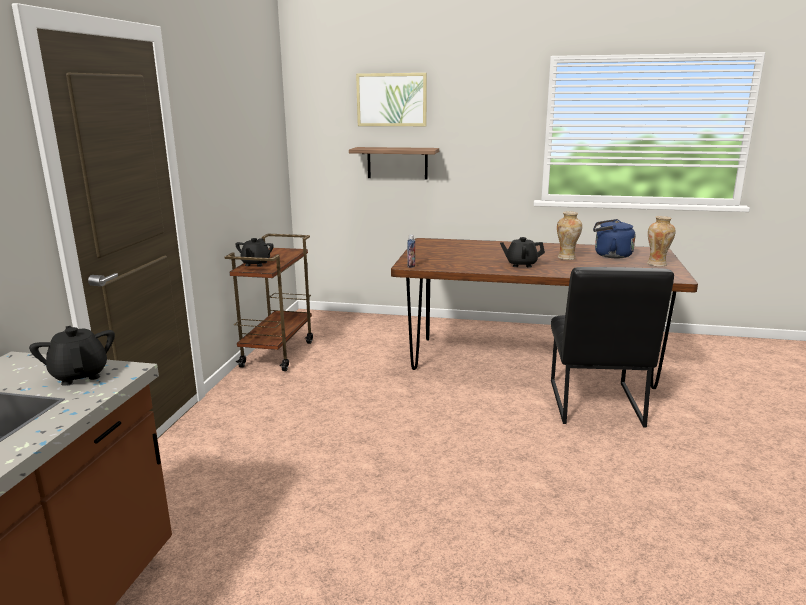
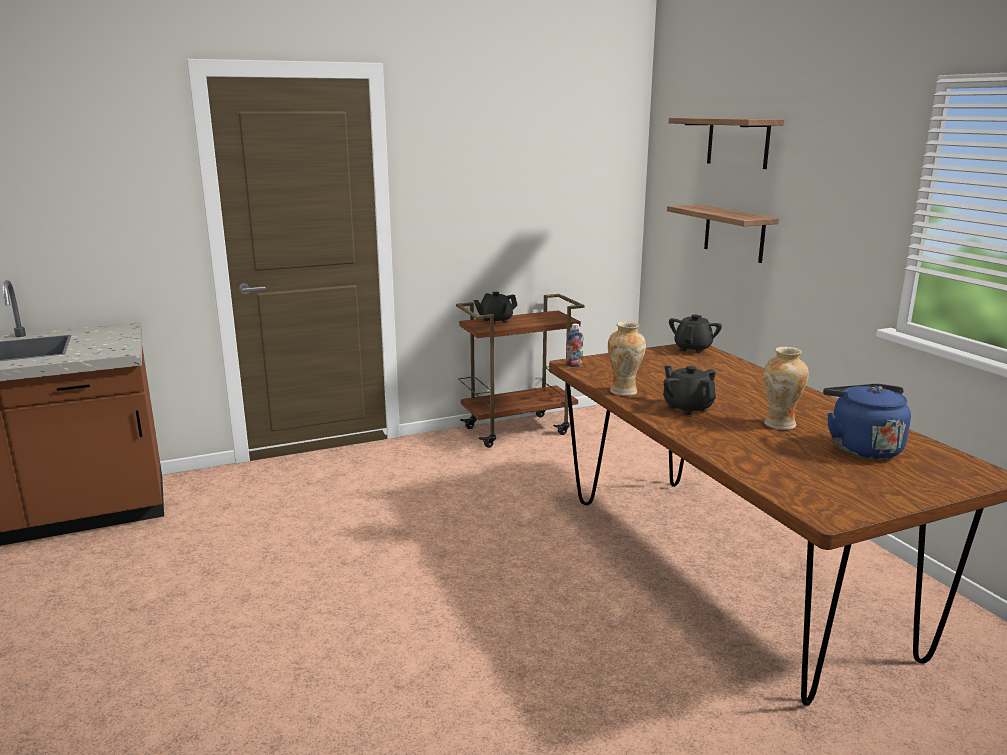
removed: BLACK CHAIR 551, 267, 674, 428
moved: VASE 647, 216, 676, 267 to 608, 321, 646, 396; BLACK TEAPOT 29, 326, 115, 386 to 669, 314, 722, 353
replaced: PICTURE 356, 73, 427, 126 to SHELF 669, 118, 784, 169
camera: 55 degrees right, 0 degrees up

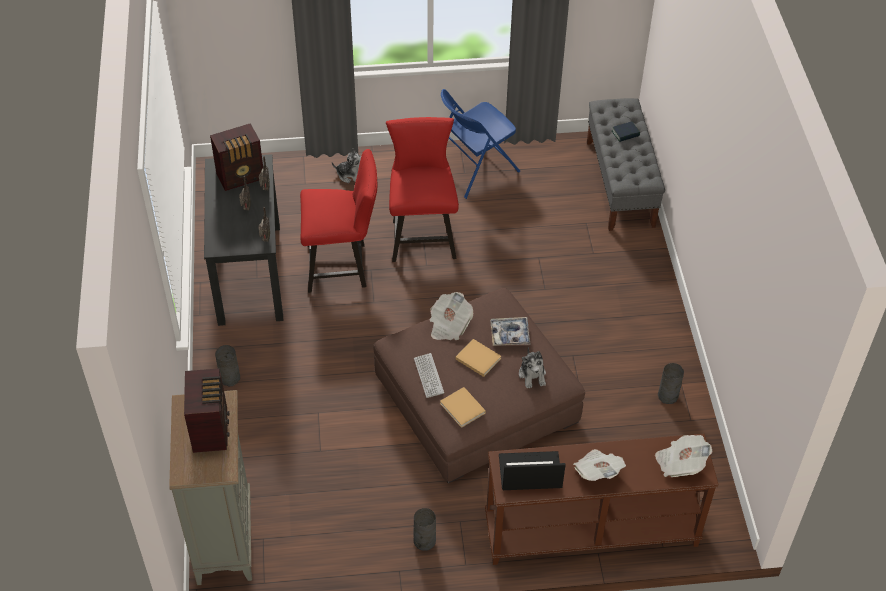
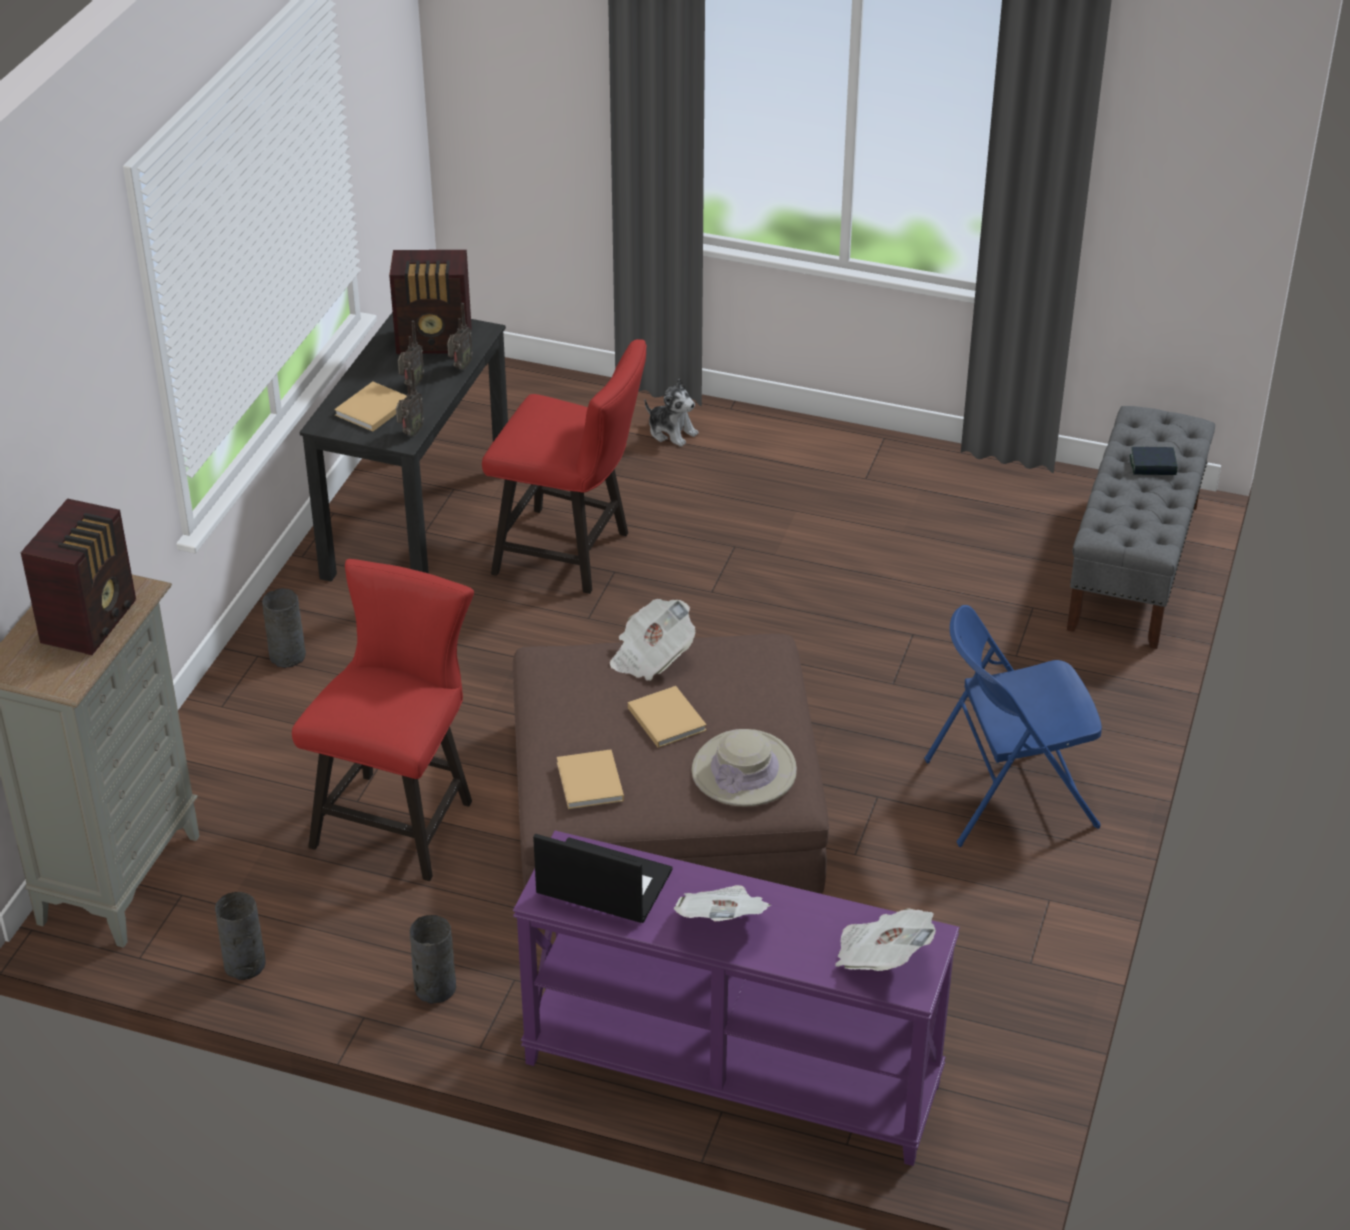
removed: TRAY 490, 317, 531, 346; KEYBOARD 414, 353, 444, 398
added: BEIGE BOOK 334, 382, 407, 431
moved: BLUE CHAIR 441, 89, 520, 199 to 924, 605, 1102, 847; RED CHAIR 386, 117, 459, 262 to 292, 559, 474, 881; GREY VASE 658, 363, 684, 404 to 215, 892, 266, 980
replaced: PLUSH TOY 519, 347, 546, 389 to BEIGE HAT 691, 729, 797, 807
recoloured: BROWN CONSOLE TABLE 485, 434, 719, 565 to PURPLE CONSOLE TABLE 513, 831, 960, 1166
camera: 25 degrees right, 10 degrees down

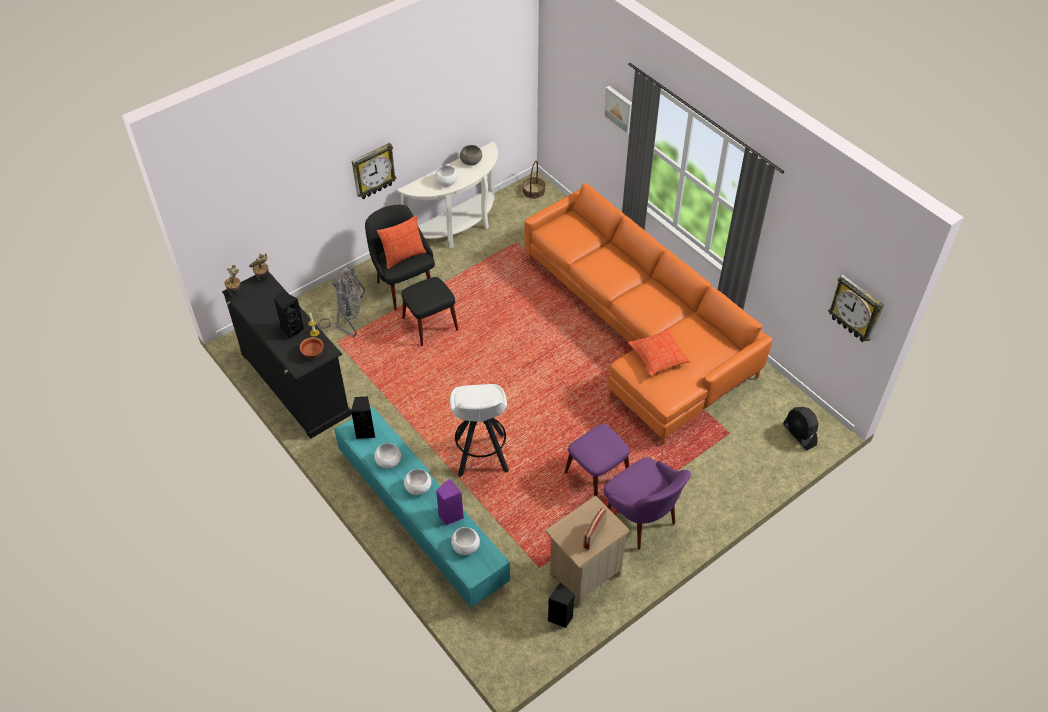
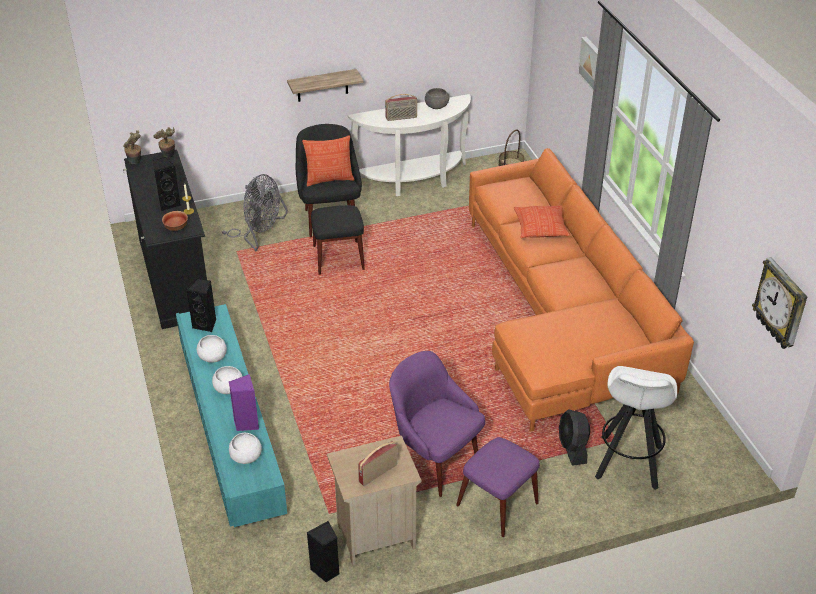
moved: ORANGE PILLOW 628, 328, 691, 377 to 514, 205, 570, 238; WHITE STOOL 450, 384, 509, 477 to 595, 366, 677, 490; BLACK FAN 783, 407, 819, 450 to 559, 409, 590, 466
replaced: WALL CLOCK 352, 143, 397, 199 to SHELF 287, 69, 363, 102; WHITE BOWL 435, 165, 458, 186 to RADIO 385, 94, 417, 121
turned: PURPLE ARMCHAIR 565, 423, 691, 550 = 389, 351, 540, 537 150 degrees clockwise
camera: 20 degrees right, 10 degrees down

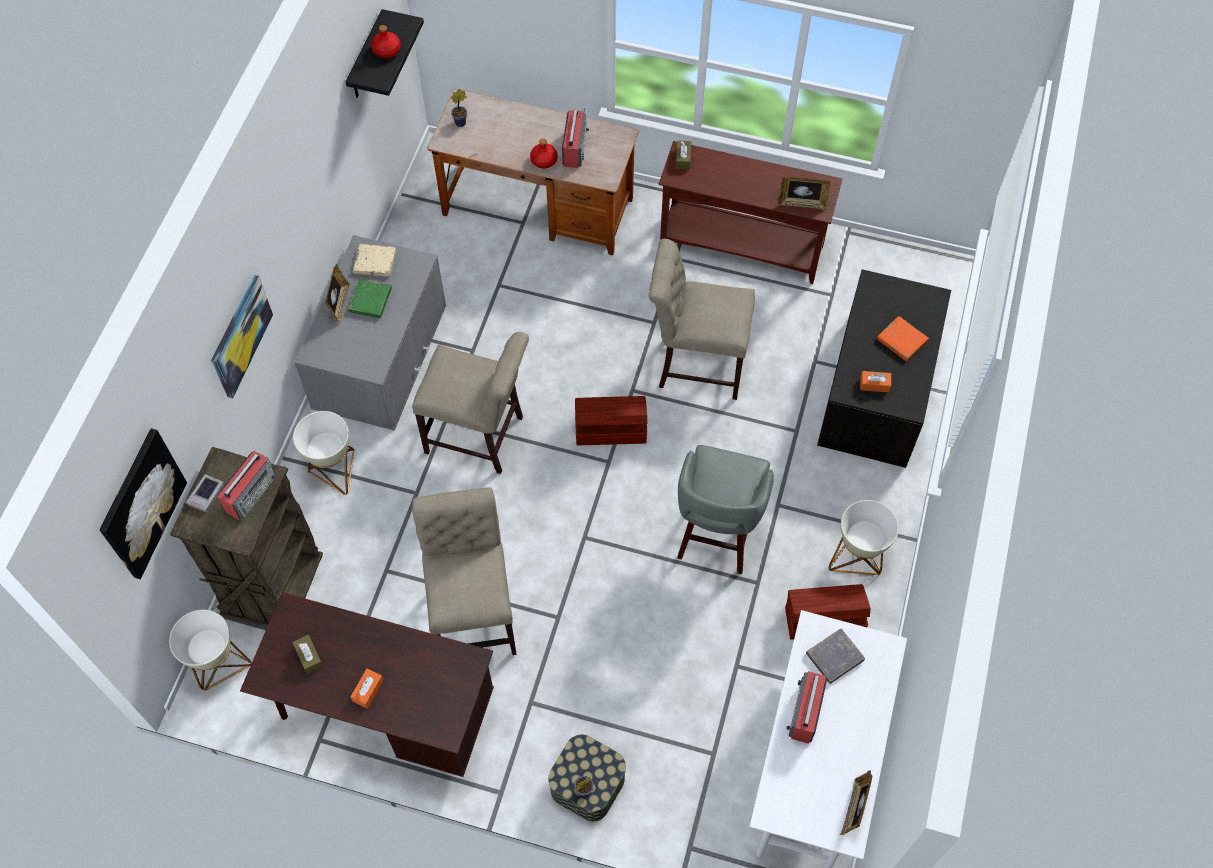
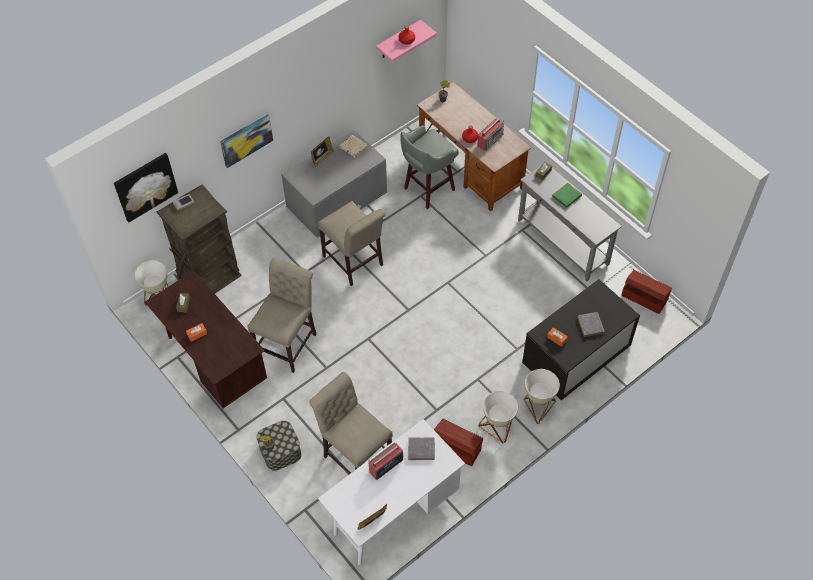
removed: PICTURE FRAME 779, 177, 830, 210; RADIO 217, 451, 276, 520
moved: BEIGE CHAIR 649, 239, 755, 400 to 309, 372, 393, 474; GREEN BOOK 348, 279, 392, 318 to 552, 183, 582, 208; BROWN STORAGE BOX 575, 396, 647, 445 to 621, 270, 672, 314; PLANTER 293, 411, 355, 495 to 524, 369, 560, 424; GREY STOOL 677, 445, 774, 574 to 400, 125, 458, 209
recoloured: BLACK SHELF 346, 9, 424, 98 to PINK SHELF 376, 20, 437, 62; BROWN CONSOLE TABLE 659, 141, 843, 284 to GREY CONSOLE TABLE 518, 164, 622, 282; ORANGE BOOK 877, 316, 929, 361 to GREY BOOK 577, 312, 605, 337
camera: 35 degrees right, 5 degrees down

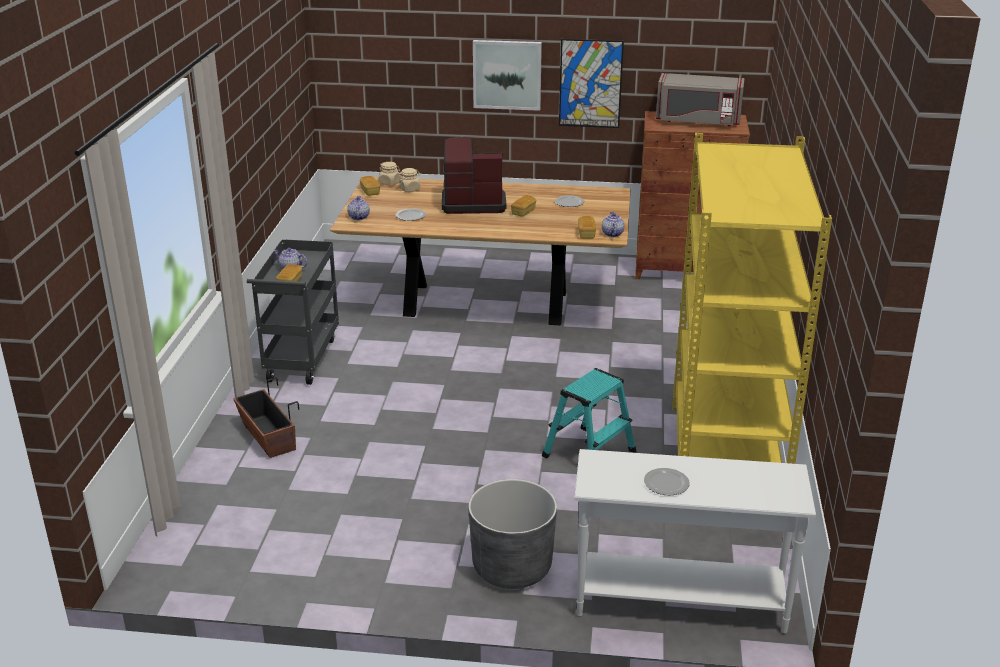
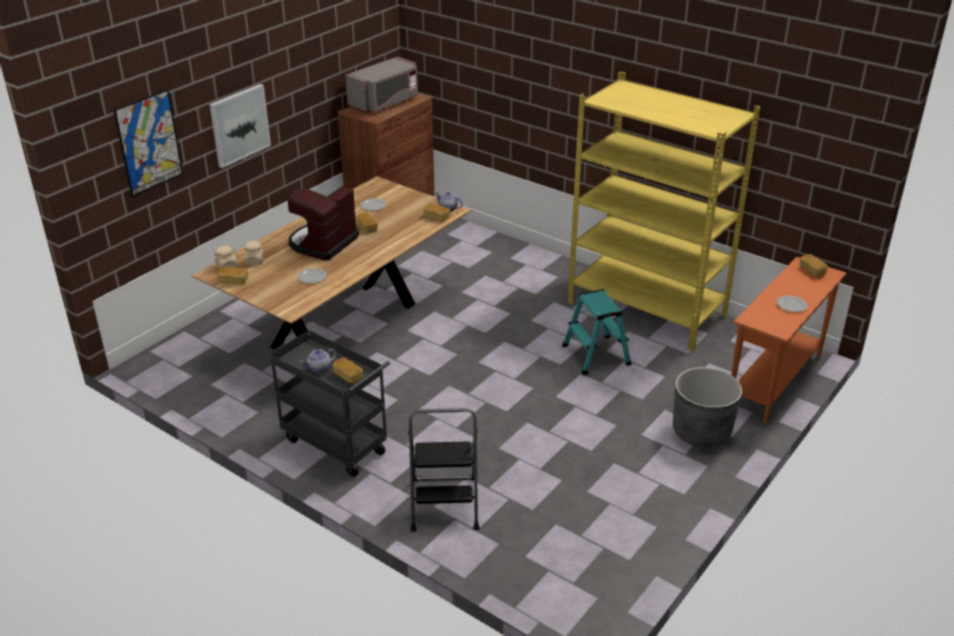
removed: TEAPOT 347, 196, 370, 220
added: BREAD 800, 254, 828, 277
moved: PICTURE 559, 39, 624, 128 to 113, 89, 183, 197
replaced: PLANTER 233, 377, 299, 458 to BLACK STEP LADDER 408, 408, 480, 532
recoloured: WHITE CONSOLE TABLE 574, 449, 816, 634 to ORANGE CONSOLE TABLE 731, 257, 846, 423
camera: 60 degrees left, 5 degrees up

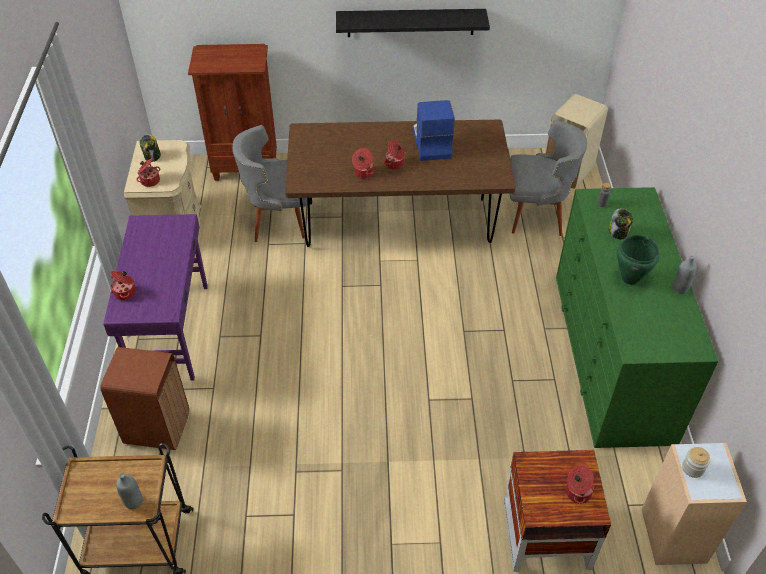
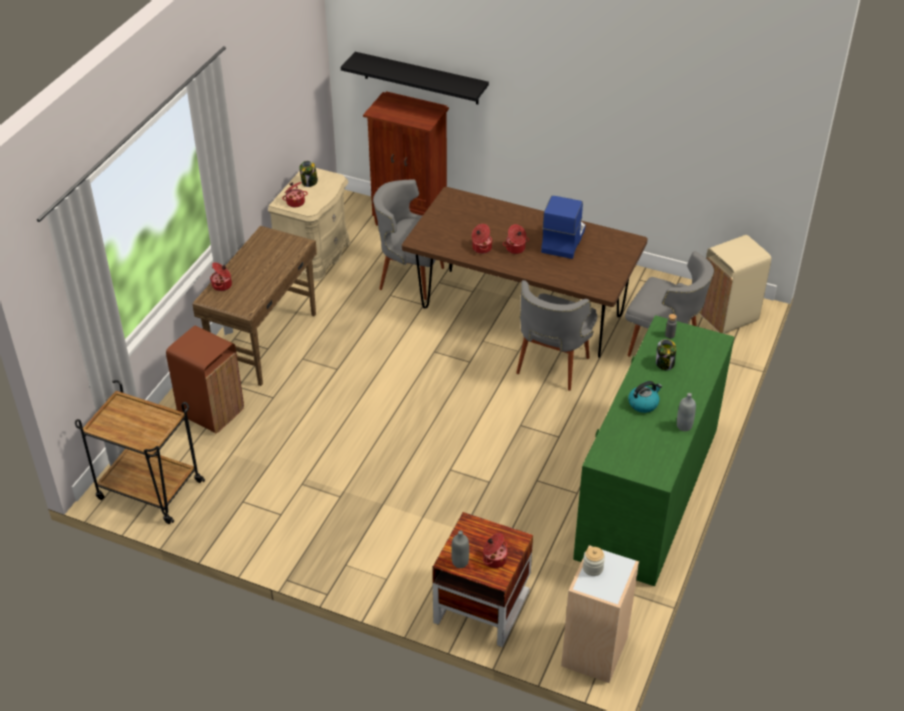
added: GREY CHAIR 516, 280, 597, 391
moved: BLACK SHELF 336, 9, 490, 37 to 341, 52, 489, 104; GREY BOTTLE 116, 473, 143, 509 to 451, 531, 469, 568
replaced: GREEN COOKING POT 617, 235, 659, 285 to KETTLE 628, 381, 662, 413
recoloured: PURPLE CONSOLE TABLE 103, 214, 208, 381 to BROWN CONSOLE TABLE 192, 226, 317, 386
camera: 25 degrees right, 5 degrees down

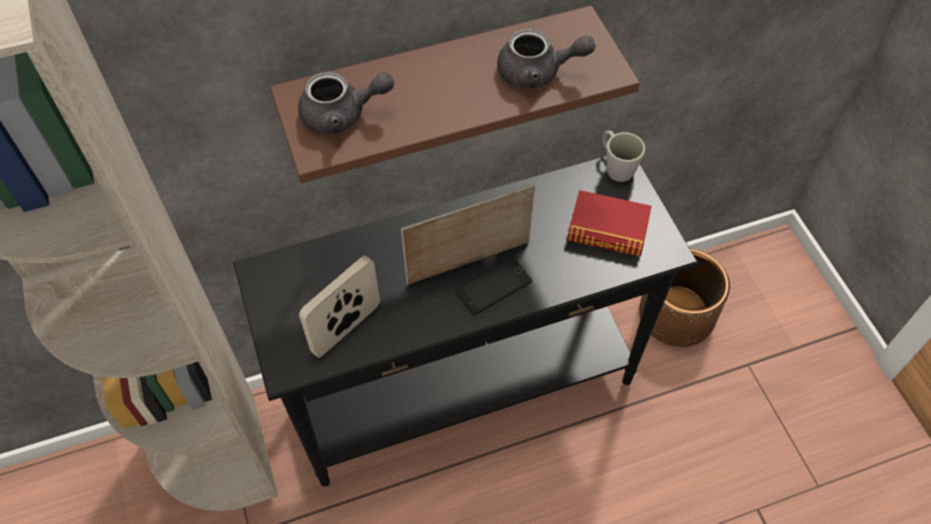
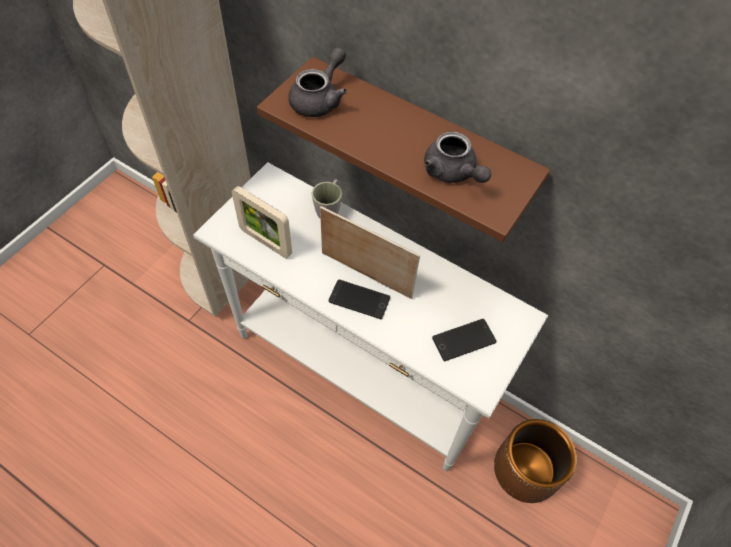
moved: GREY MUG 603, 130, 645, 182 to 312, 180, 342, 218
replaced: BOOK 567, 190, 652, 257 to PHONE 432, 319, 497, 361
recoloured: BLACK CONSOLE TABLE 233, 156, 698, 487 to WHITE CONSOLE TABLE 193, 162, 548, 471
turned: GREY TEAPOT 298, 72, 394, 134 = 288, 47, 347, 117 105 degrees counterclockwise; PICTURE FRAME 299, 256, 380, 358 = 232, 186, 292, 258 150 degrees counterclockwise
camera: 50 degrees right, 0 degrees up

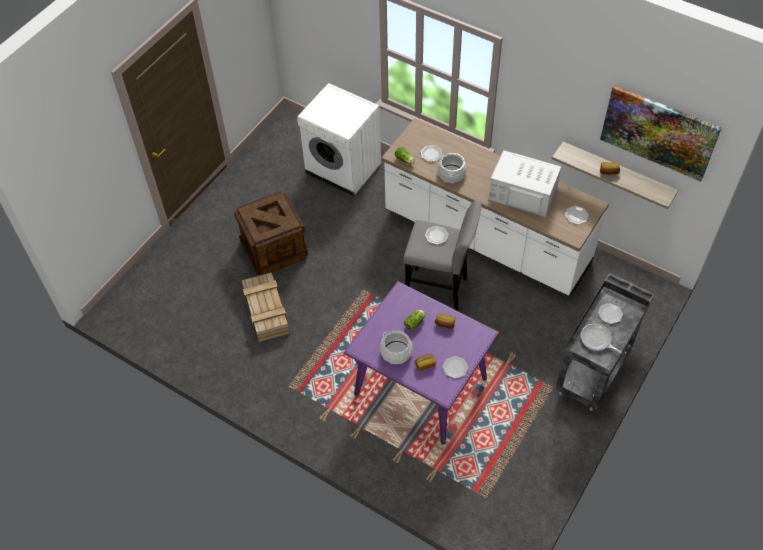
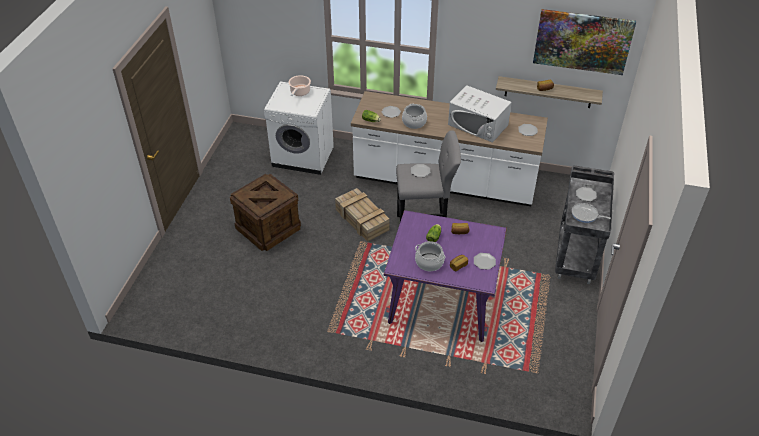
added: COOKING POT 289, 75, 311, 96
moved: CRATE 242, 273, 289, 342 to 335, 188, 390, 242
turned: WHITE MICROWAVE 488, 150, 561, 217 = 448, 85, 512, 143 150 degrees counterclockwise
camera: 20 degrees left, 10 degrees down

